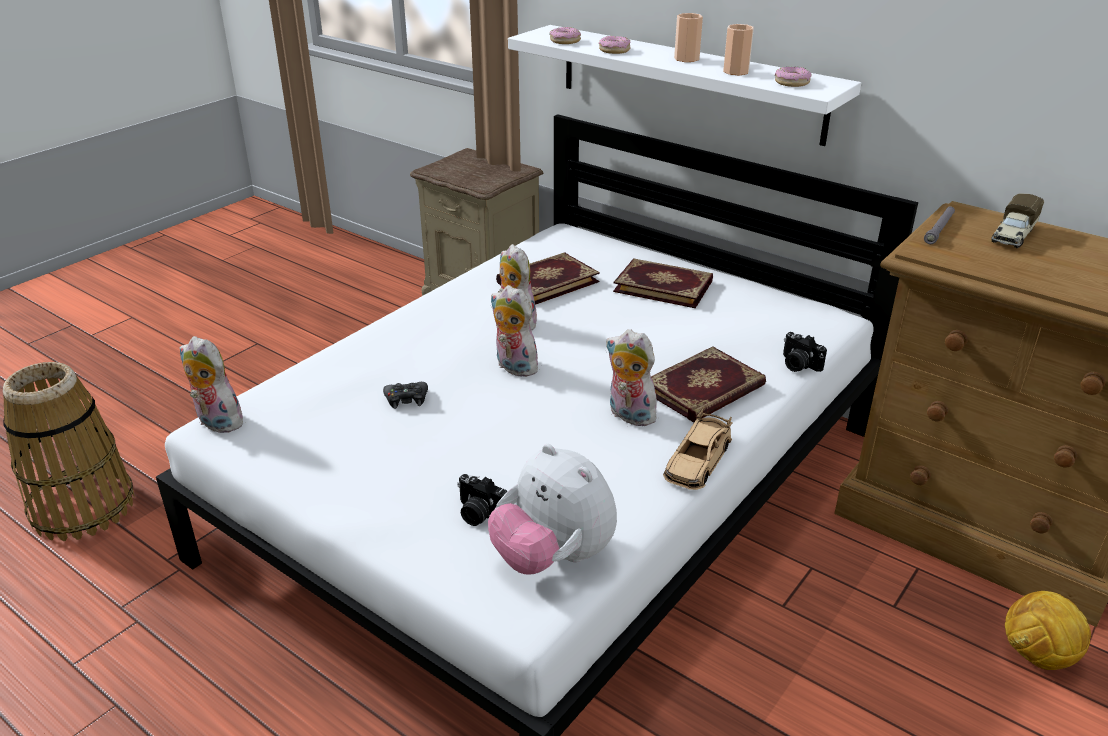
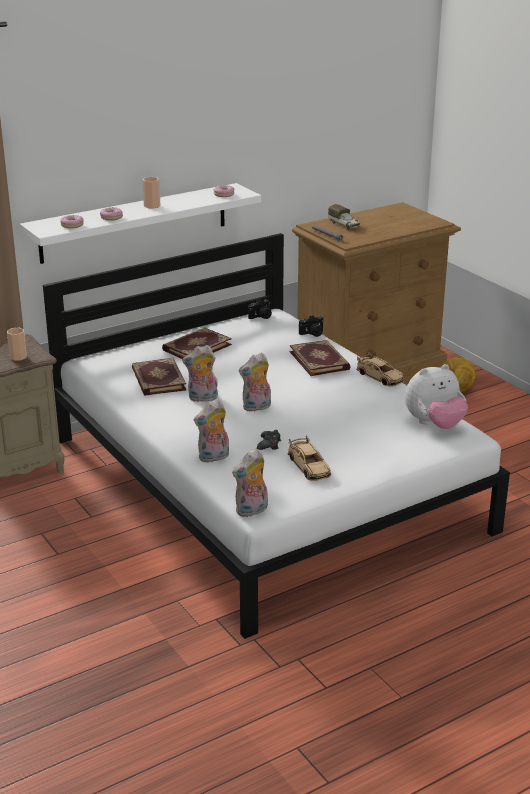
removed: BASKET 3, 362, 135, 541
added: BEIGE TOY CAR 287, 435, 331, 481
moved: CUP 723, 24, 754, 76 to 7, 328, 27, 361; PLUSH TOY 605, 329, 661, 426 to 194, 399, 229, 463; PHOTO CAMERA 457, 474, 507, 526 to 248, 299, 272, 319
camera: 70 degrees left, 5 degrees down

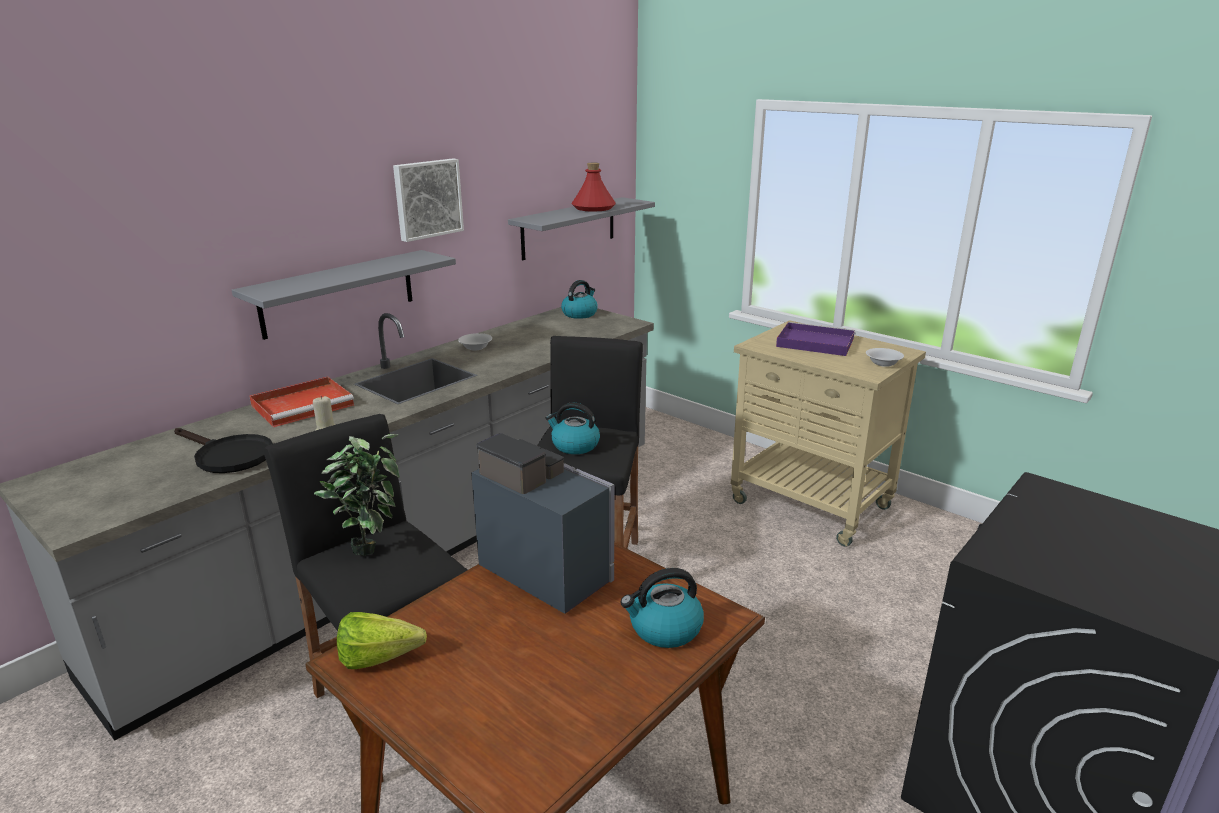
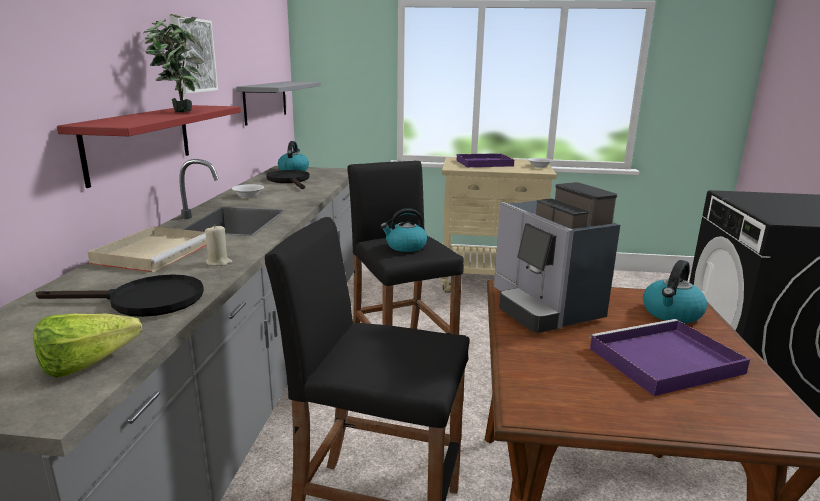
removed: RED BOTTLE 571, 163, 616, 212
added: BLACK FRYING PAN 266, 170, 310, 189; PURPLE TRAY 589, 319, 750, 396
moved: POTTED PLANT 314, 434, 400, 555 to 144, 14, 204, 112; LETTUCE 337, 612, 427, 669 to 33, 314, 142, 378
recoloured: GREY SHELF 232, 250, 456, 340 to RED SHELF 57, 105, 241, 188; RED TRAY 249, 376, 354, 427 to BEIGE TRAY 88, 226, 207, 272
turned: COFFEE MACHINE 471, 433, 615, 614 = 494, 182, 620, 333 120 degrees counterclockwise
camera: 35 degrees left, 5 degrees down

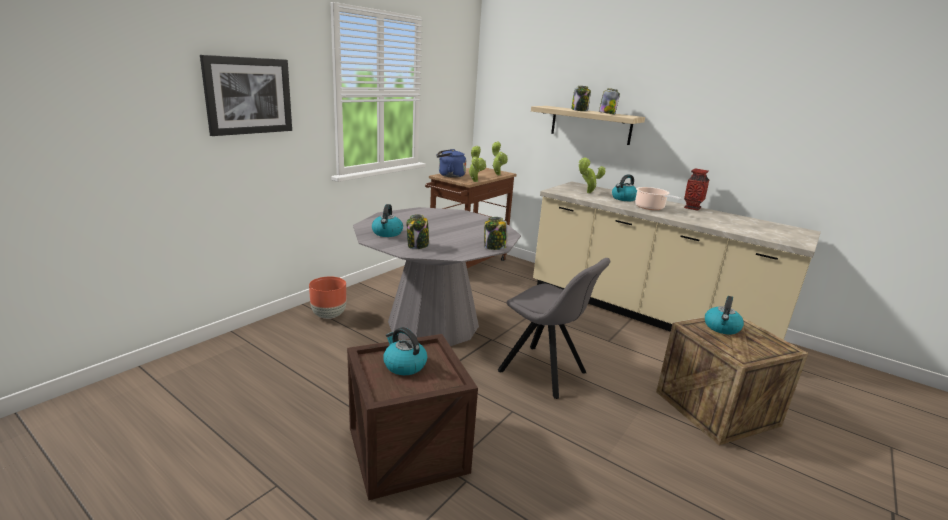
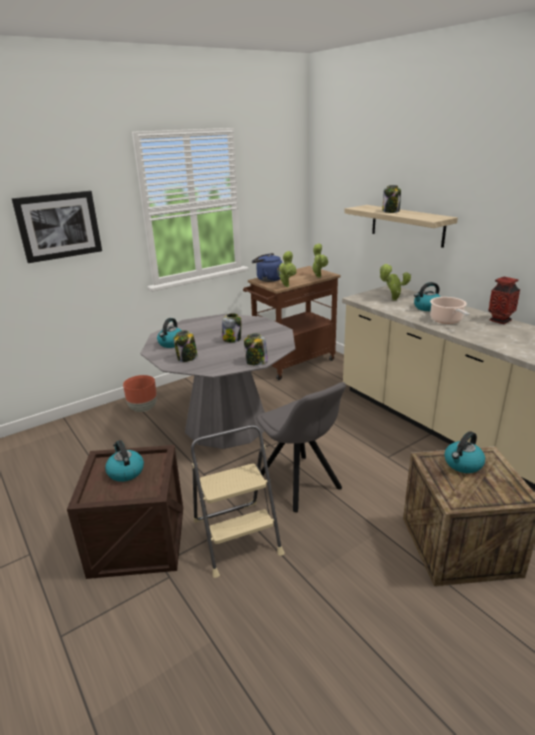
added: BEIGE STEP LADDER 191, 425, 285, 578
moved: JAR 599, 88, 620, 114 to 222, 313, 241, 342
camera: 20 degrees right, 5 degrees up

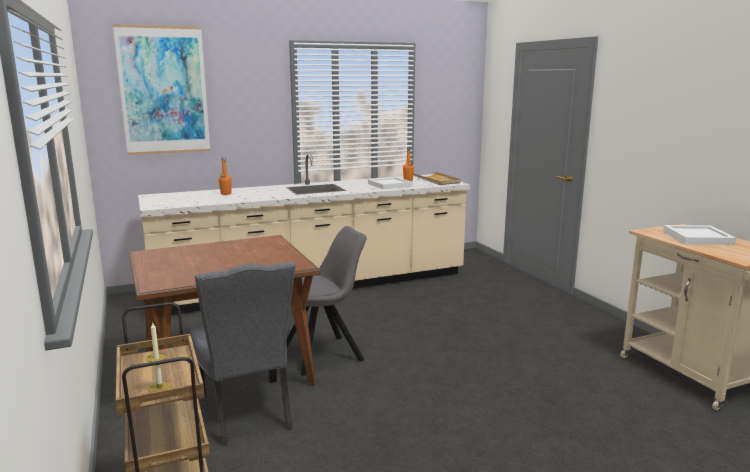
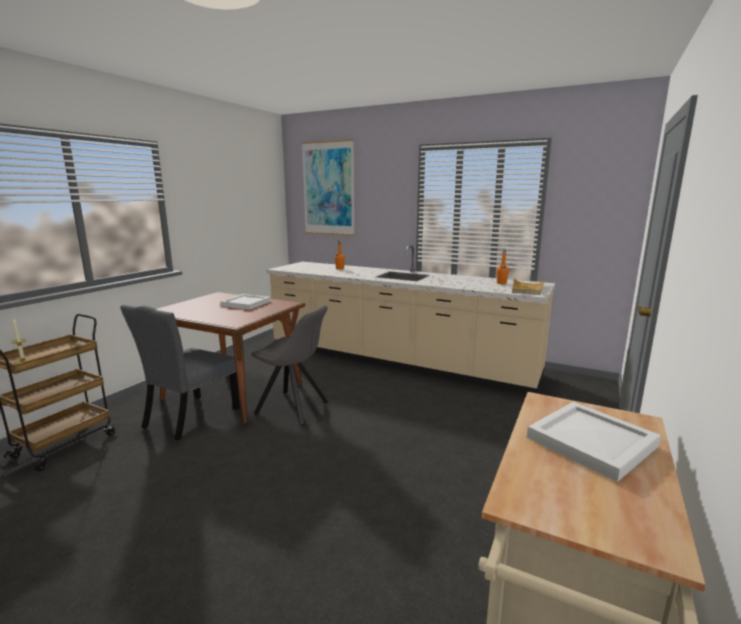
moved: WHITE TRAY 368, 177, 412, 189 to 220, 294, 271, 310
camera: 50 degrees right, 0 degrees up

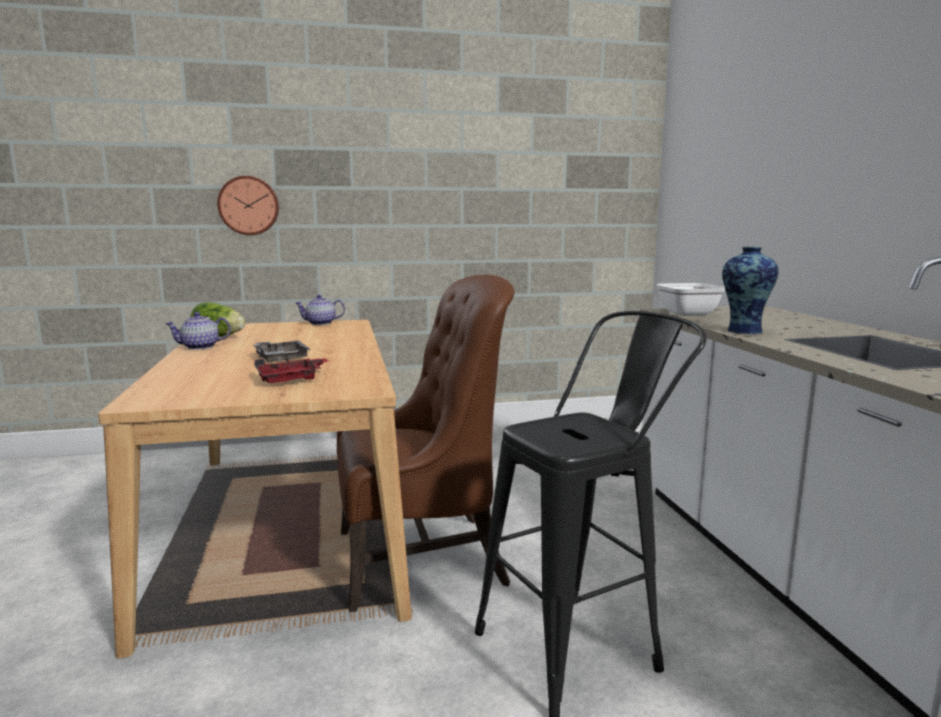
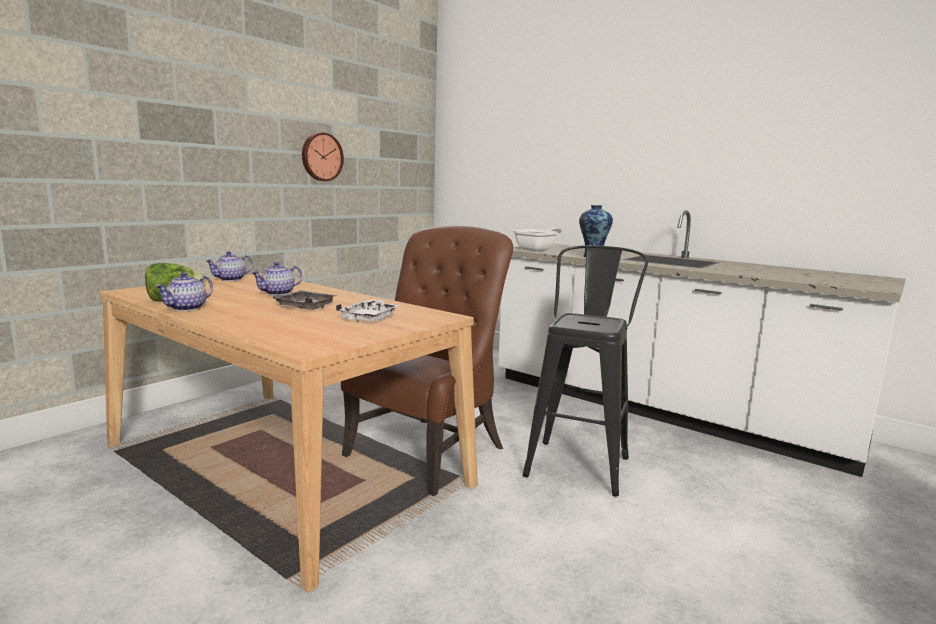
added: TEAPOT 251, 262, 302, 295
moved: WALL CLOCK 217, 176, 279, 235 to 302, 132, 344, 181
recoloured: RED TRAY 254, 358, 329, 383 to WHITE TRAY 336, 299, 400, 322
camera: 40 degrees left, 0 degrees up

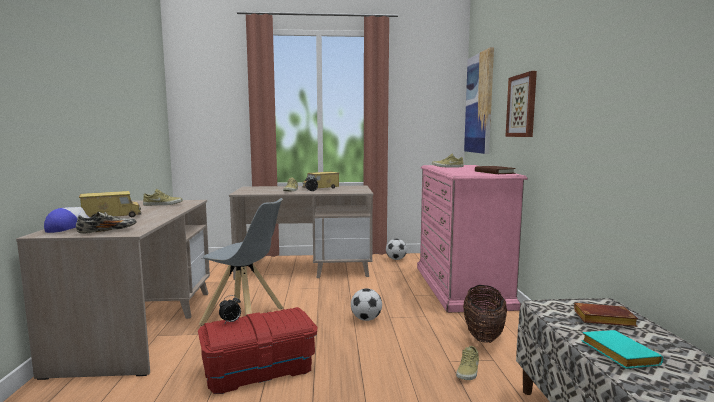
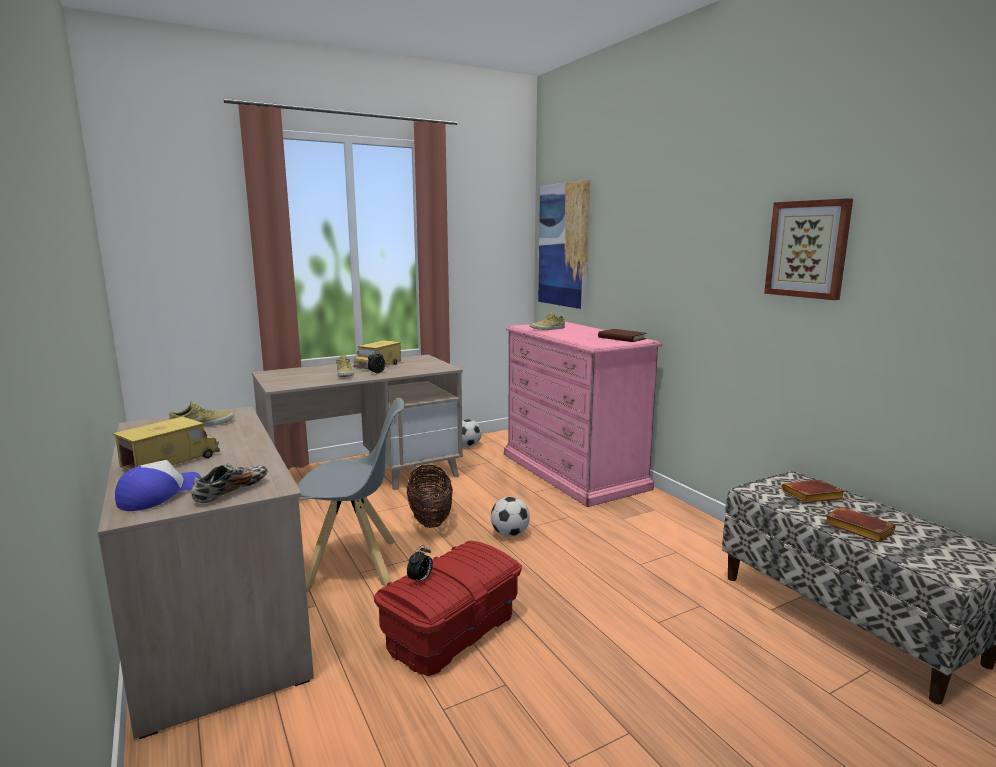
removed: BEIGE SHOE 456, 346, 479, 380
moved: PICTURE 505, 71, 537, 137 to 764, 198, 853, 300; BASKET 463, 285, 507, 343 to 407, 465, 453, 528
recoloured: TURQUOISE BOOK 582, 330, 663, 369 to BROWN BOOK 824, 507, 896, 542
camera: 25 degrees left, 5 degrees up

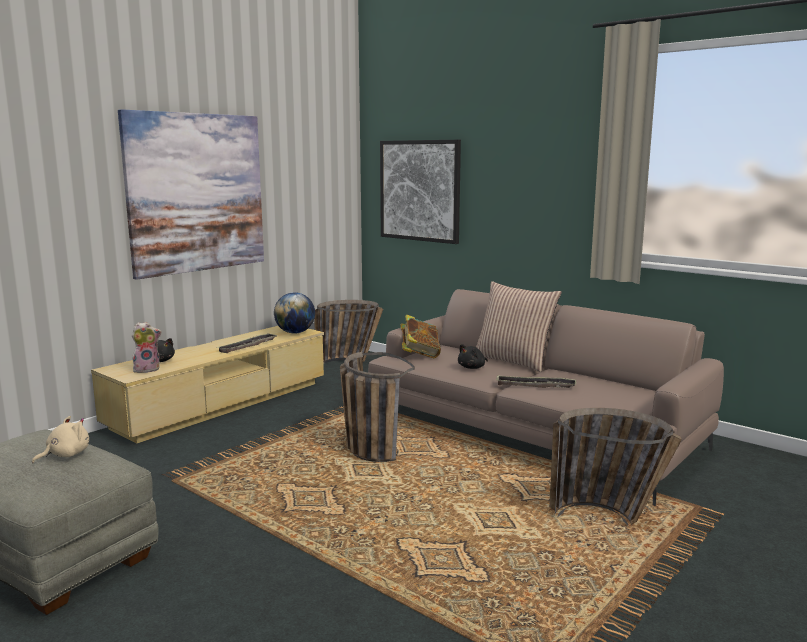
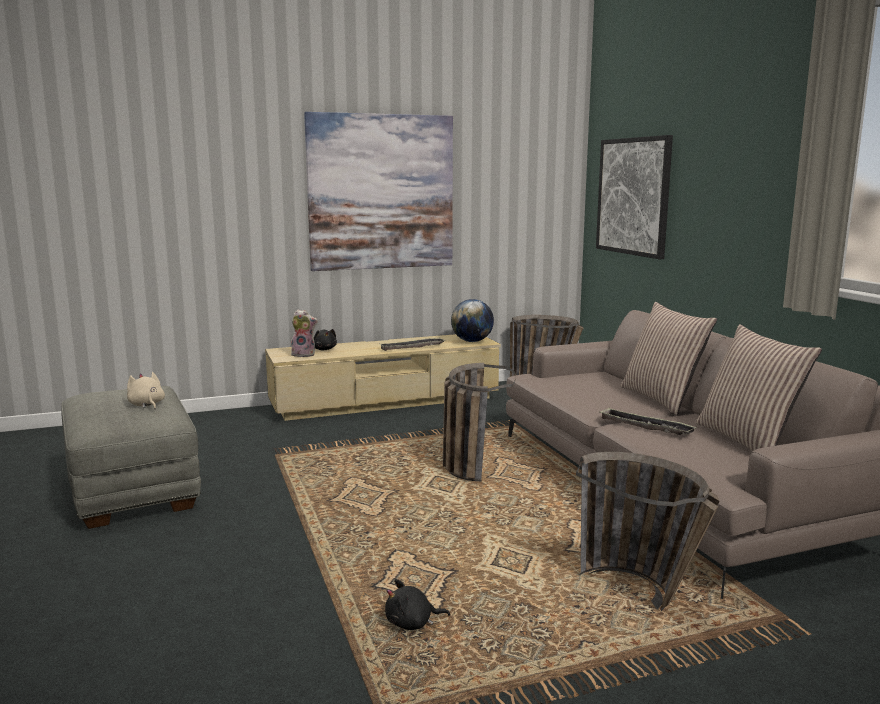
removed: BOOK 401, 314, 441, 358
added: PILLOW 696, 324, 822, 451
moved: BLACK PLUSH TOY 458, 344, 488, 369 to 385, 579, 450, 630
turned: BEIGE PLUSH TOY 32, 416, 89, 463 = 127, 372, 165, 409 105 degrees counterclockwise
camera: 30 degrees right, 0 degrees up

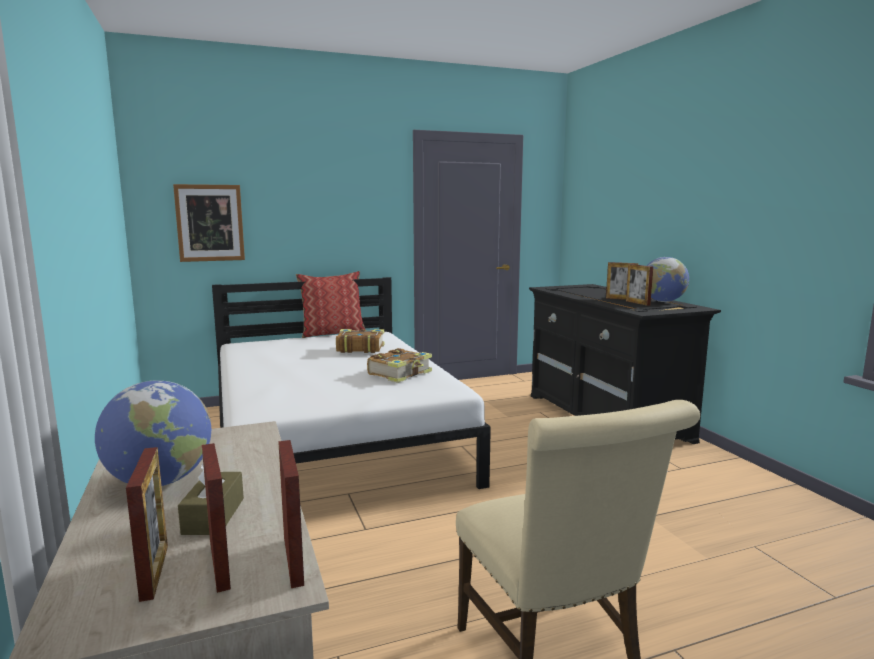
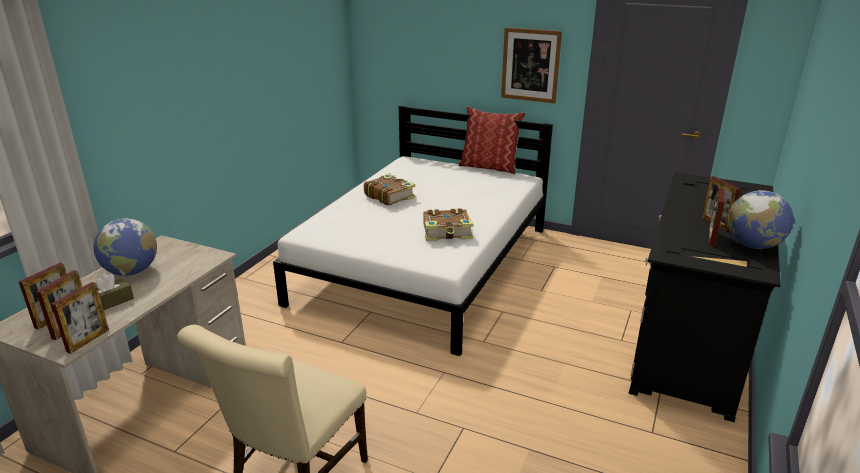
moved: PICTURE 173, 184, 245, 262 to 501, 27, 562, 103; BOOK 336, 329, 385, 353 to 364, 173, 415, 206
camera: 45 degrees right, 15 degrees up

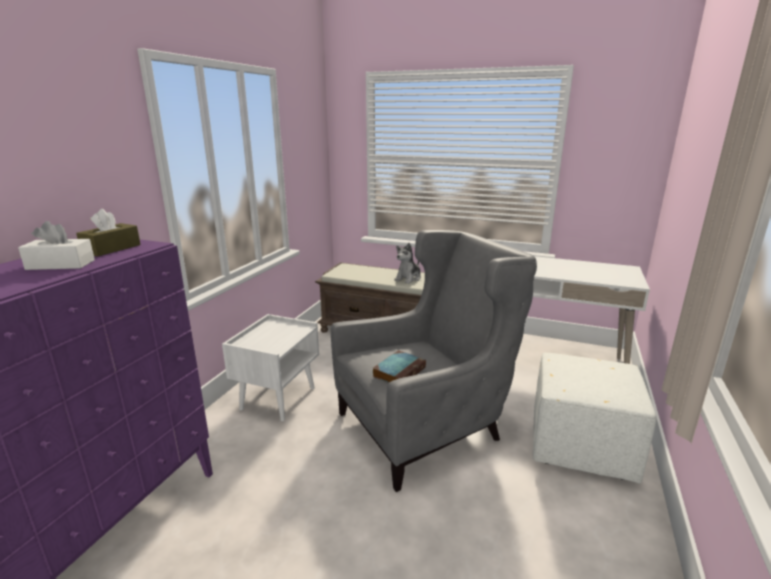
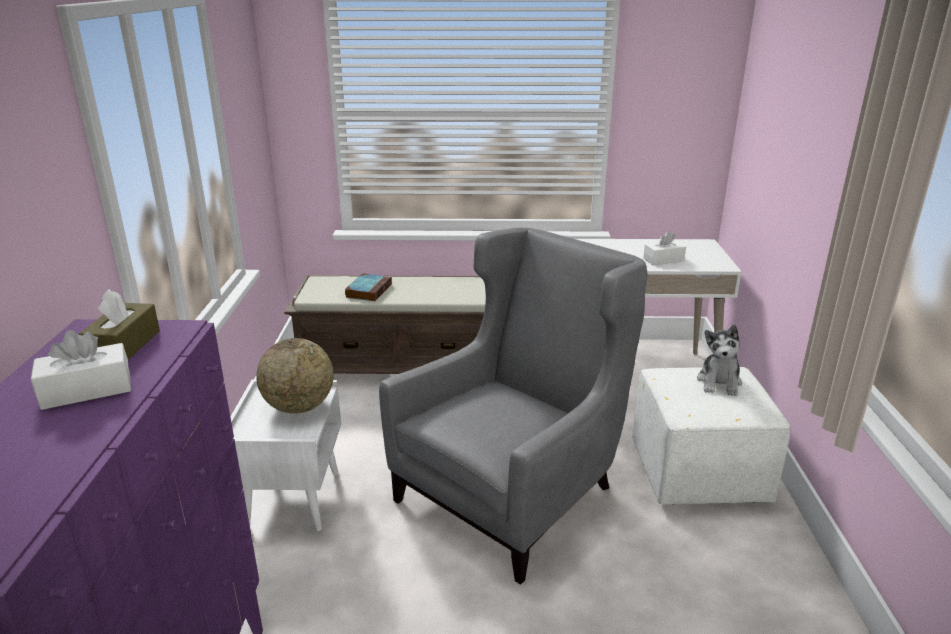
added: WHITE TISSUE BOX 643, 231, 686, 265; GLOBE 256, 338, 334, 414
moved: PLUSH TOY 394, 243, 421, 284 to 697, 324, 742, 396; BOOK 373, 350, 426, 383 to 345, 273, 392, 301
camera: 20 degrees left, 5 degrees up

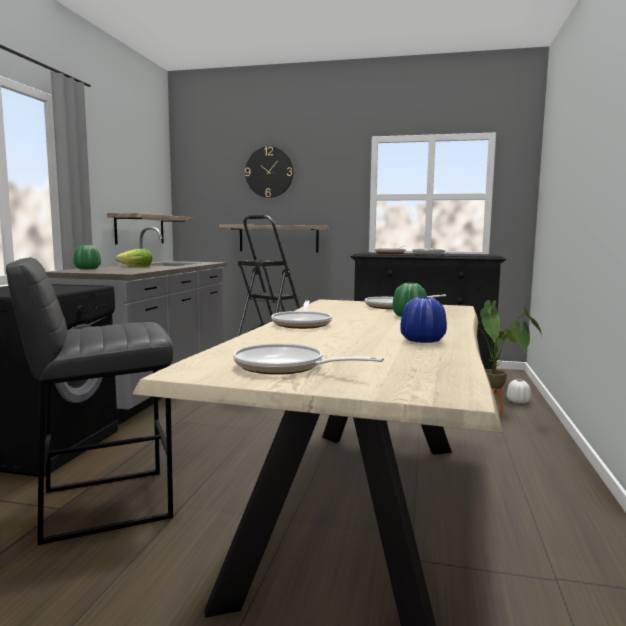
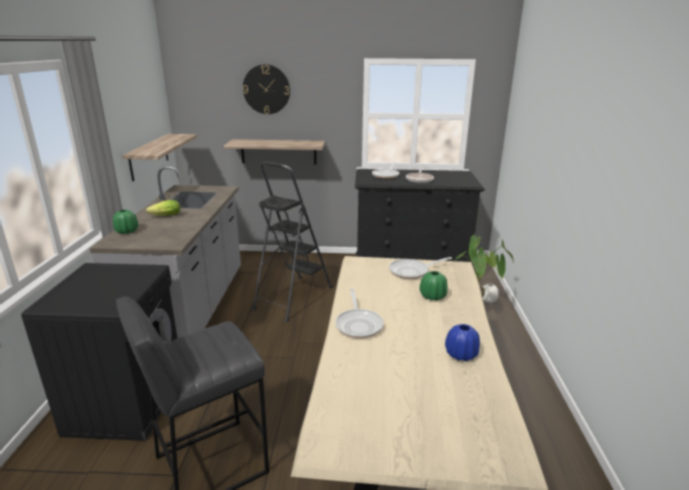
removed: FRYING PAN 233, 343, 384, 375
camera: 10 degrees left, 15 degrees up

